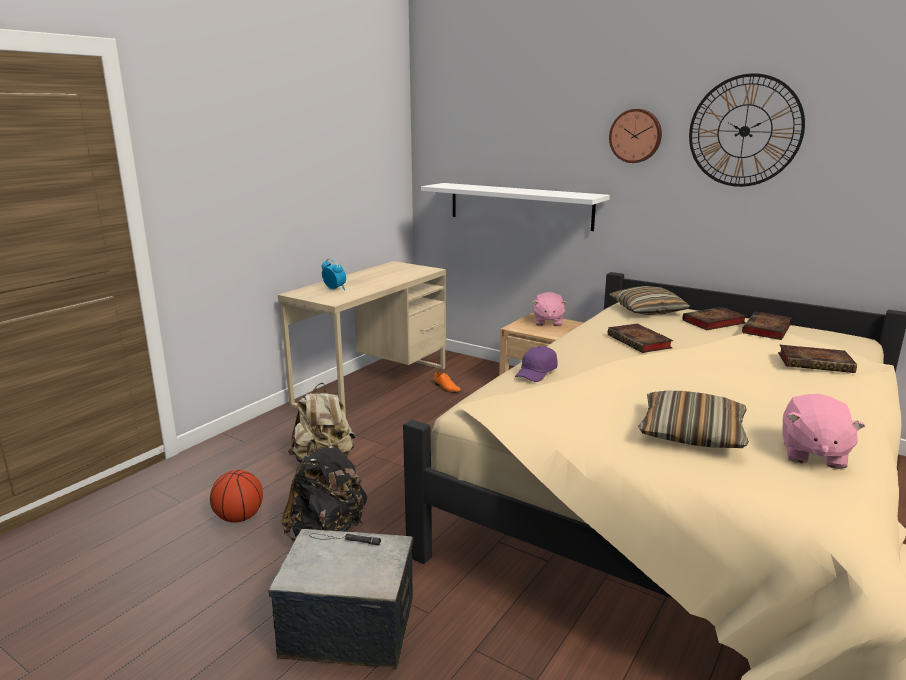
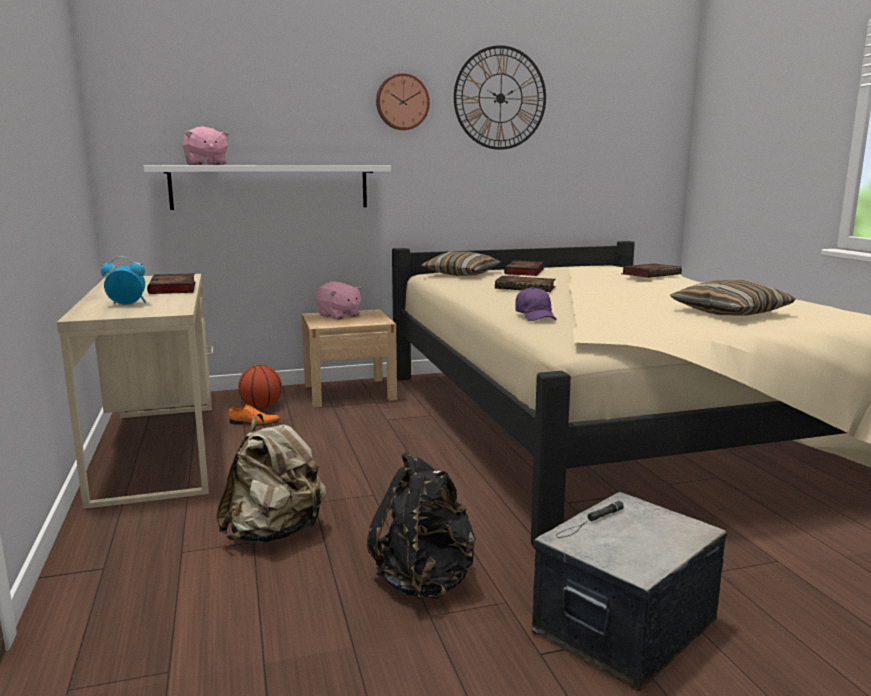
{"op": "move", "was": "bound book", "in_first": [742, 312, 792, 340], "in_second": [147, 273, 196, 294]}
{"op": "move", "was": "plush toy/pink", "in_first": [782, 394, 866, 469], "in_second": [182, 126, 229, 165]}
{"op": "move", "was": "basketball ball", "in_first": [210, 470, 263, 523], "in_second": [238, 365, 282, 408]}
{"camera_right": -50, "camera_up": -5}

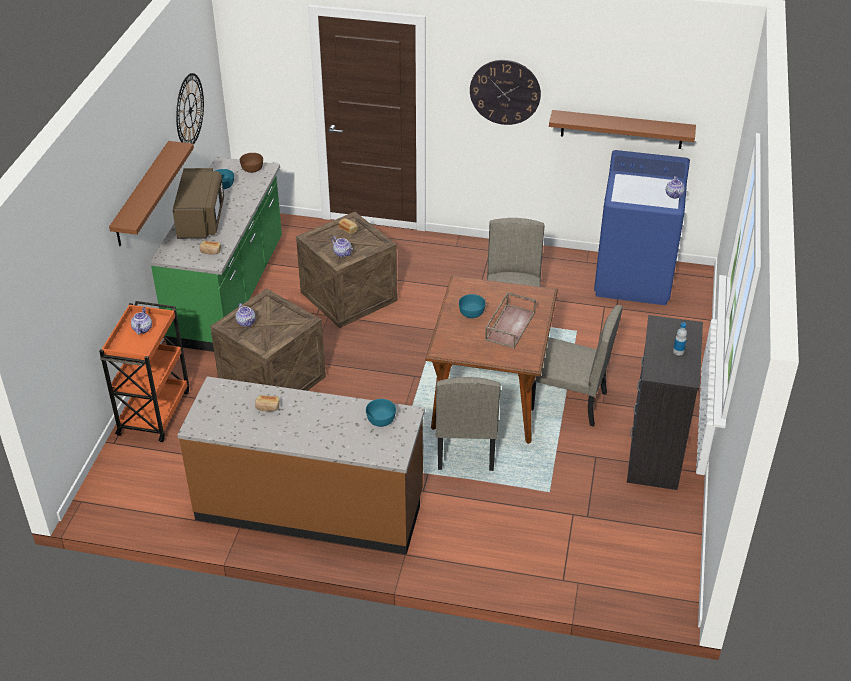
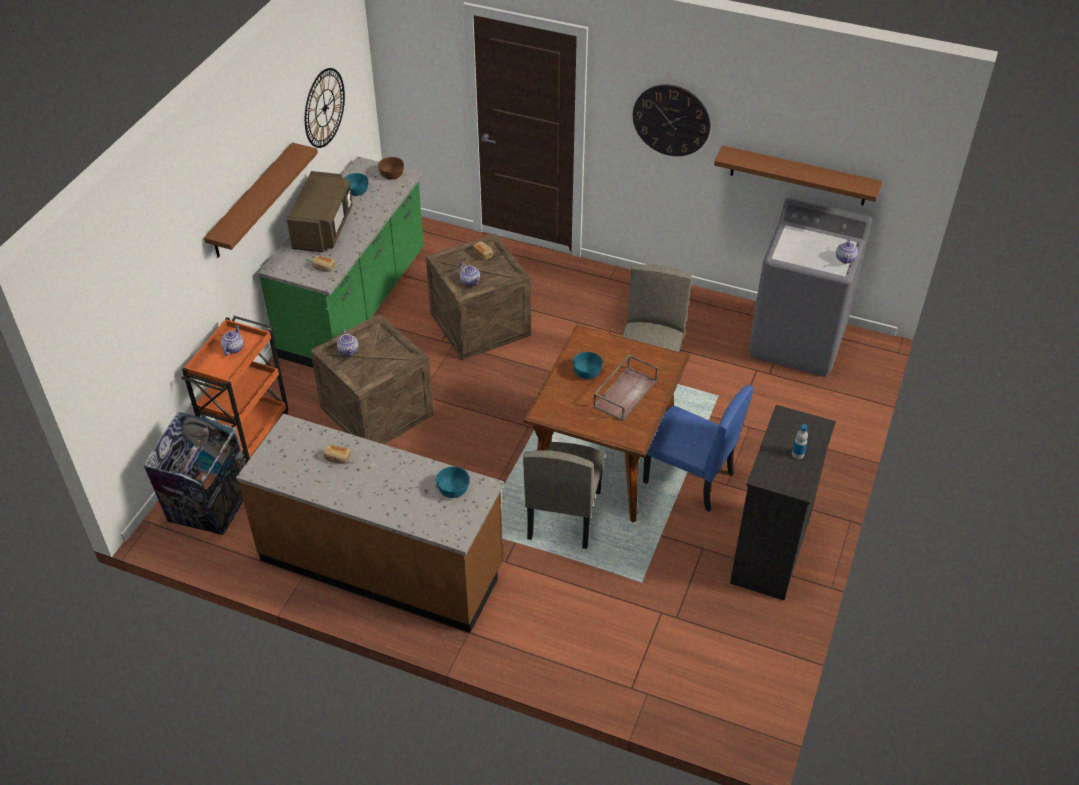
{"op": "insert", "now": "rubbish bin", "in_second": [144, 412, 246, 535]}
{"op": "recolor", "was": "plain chair/sand-coloured", "now": "plain chair/blue", "in_first": [532, 305, 623, 427], "in_second": [643, 385, 754, 512]}
{"op": "recolor", "was": "laundry appliance/blue", "now": "laundry appliance/gray", "in_first": [594, 150, 690, 305], "in_second": [748, 198, 872, 377]}
{"camera_right": 10, "camera_up": 5}

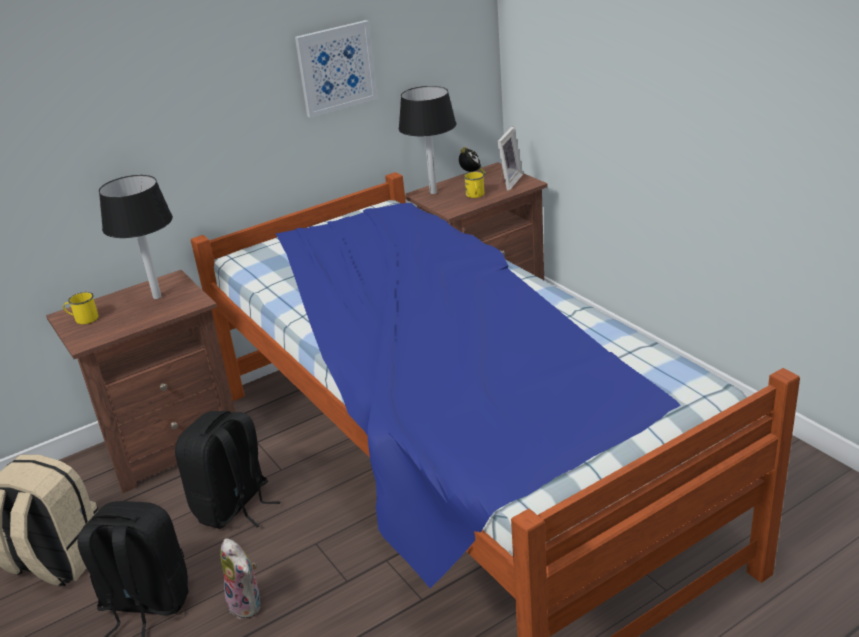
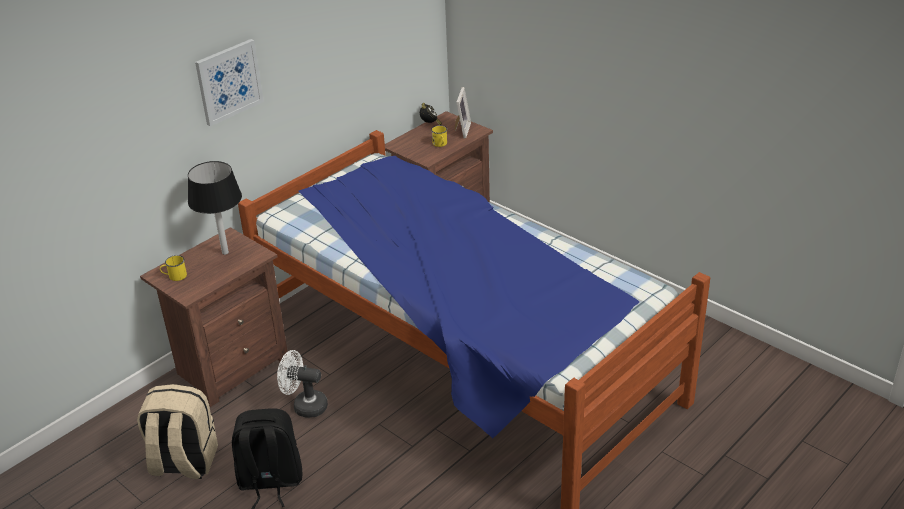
{"op": "move", "was": "wall picture", "in_first": [295, 20, 378, 118], "in_second": [195, 39, 264, 126]}
{"op": "replace", "was": "backpack/black", "now": "fan/whitish", "in_first": [175, 410, 280, 529], "in_second": [277, 350, 328, 418]}
{"op": "delete", "was": "plush toy", "in_first": [220, 538, 260, 619]}
{"op": "delete", "was": "tabletop lamp/black", "in_first": [399, 86, 456, 194]}
{"camera_right": -15, "camera_up": 5}

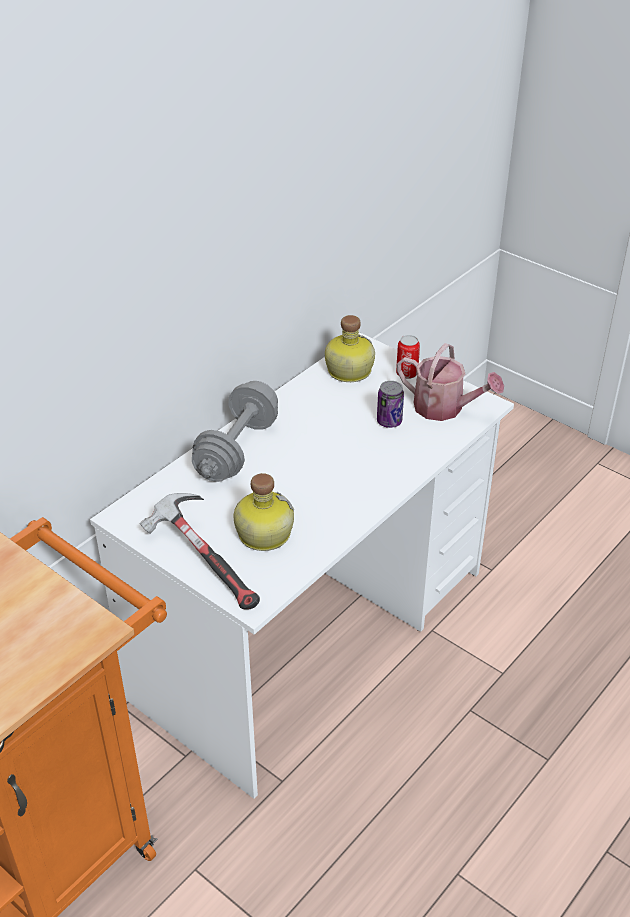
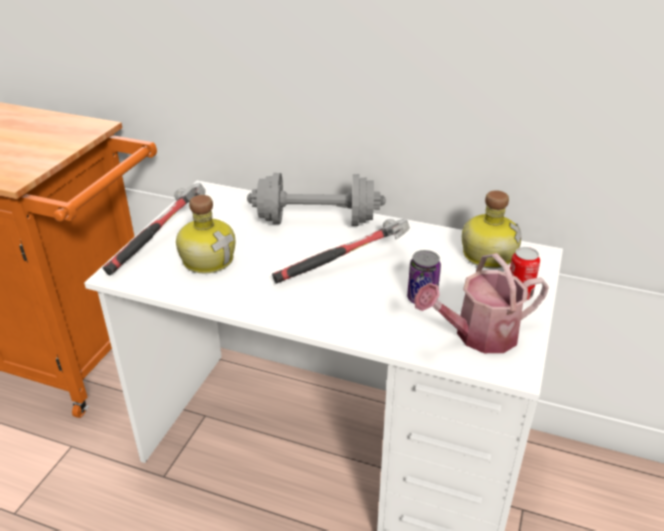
{"op": "insert", "now": "hand hammer", "in_second": [272, 219, 410, 284]}
{"op": "rotate", "was": "sprinkling can", "in_first": [397, 343, 504, 421], "in_second": [414, 253, 549, 353], "clockwise": 60}
{"camera_right": 70, "camera_up": -5}

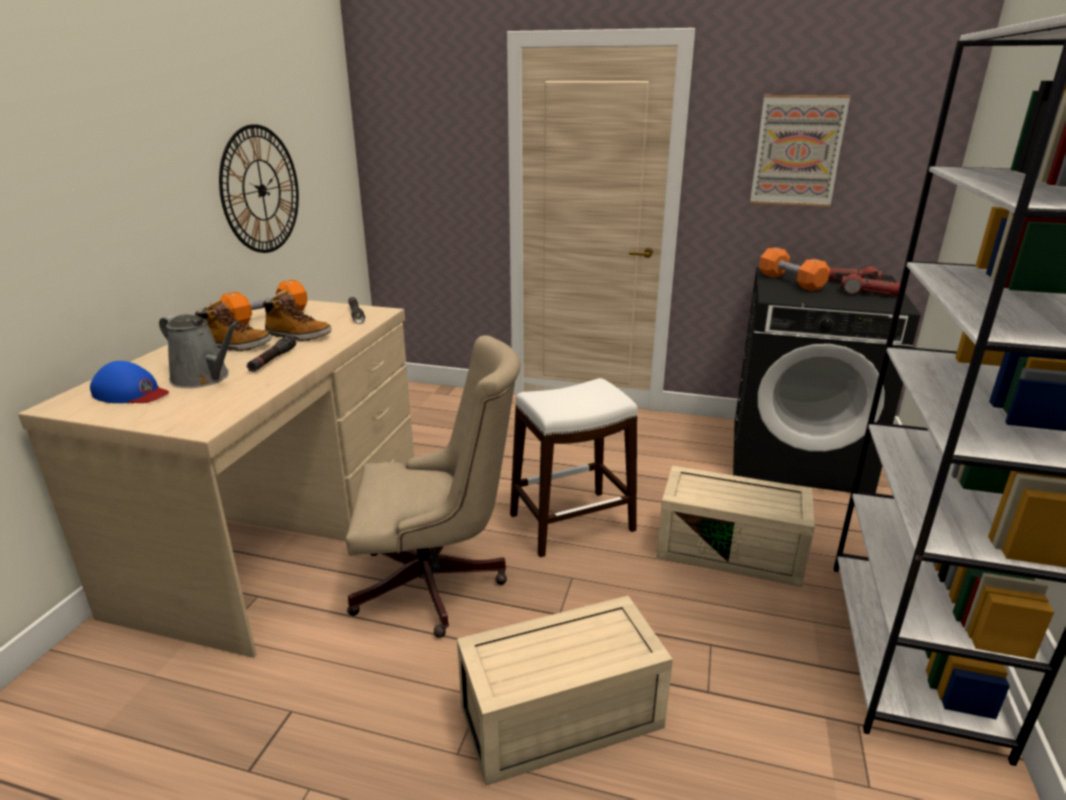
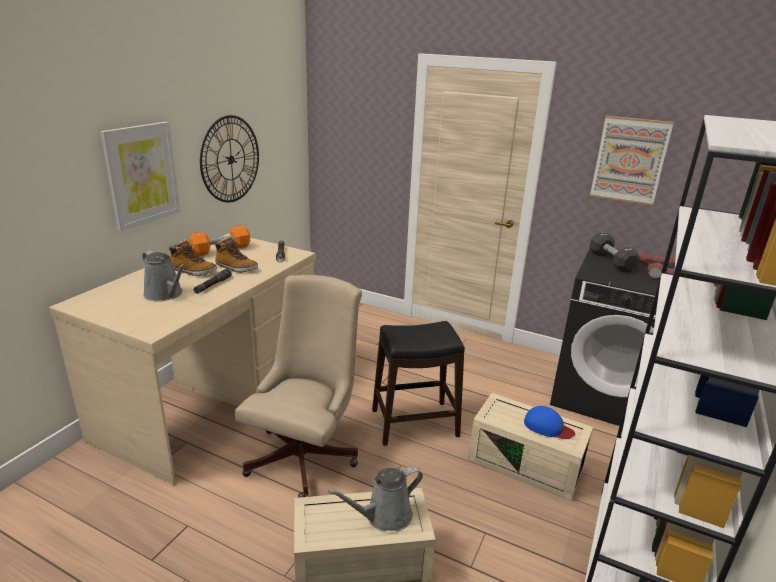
{"op": "insert", "now": "wall picture", "in_second": [100, 122, 180, 231]}
{"op": "rotate", "was": "office chair/sand-coloured", "in_first": [346, 335, 521, 638], "in_second": [235, 275, 362, 498], "clockwise": -75}
{"op": "insert", "now": "sprinkling can/gray", "in_second": [328, 466, 423, 531]}
{"op": "recolor", "was": "stool seat/whitish", "now": "stool seat/black", "in_first": [510, 378, 638, 557], "in_second": [372, 321, 465, 446]}
{"op": "move", "was": "cap/blue", "in_first": [90, 361, 169, 403], "in_second": [524, 406, 575, 439]}
{"op": "recolor", "was": "hand weight/orangey", "now": "hand weight/black", "in_first": [759, 247, 830, 291], "in_second": [589, 233, 640, 272]}
{"camera_right": 10, "camera_up": 0}

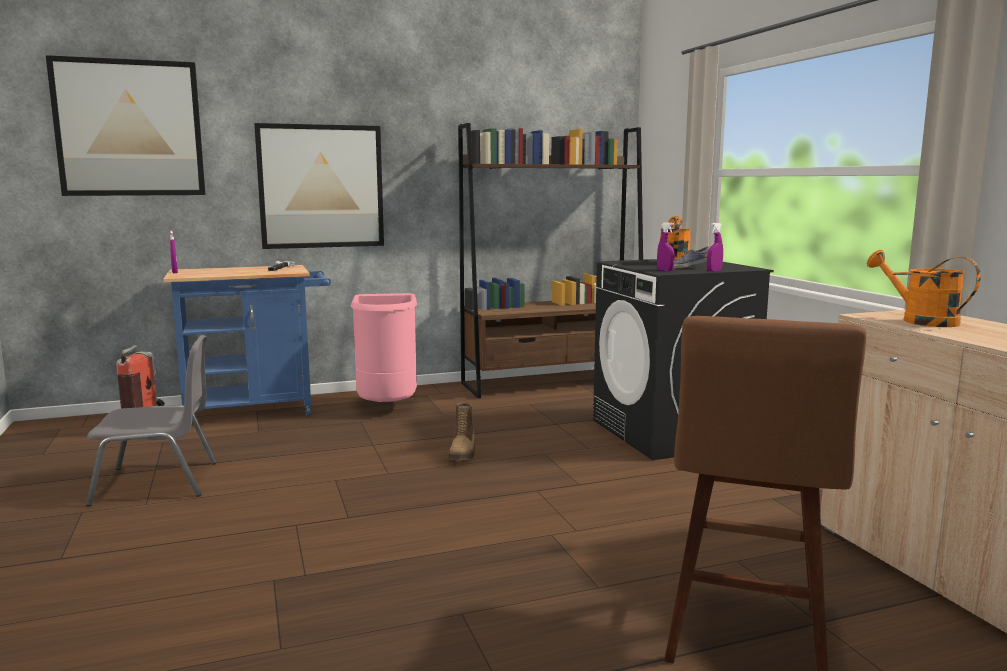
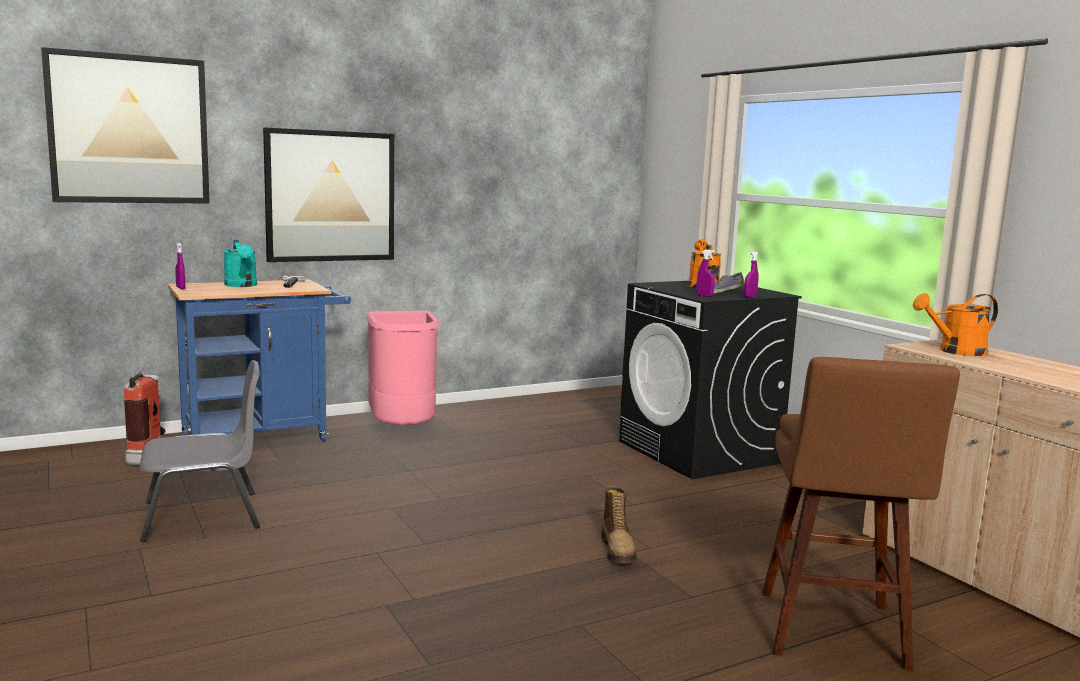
{"op": "insert", "now": "sprinkling can/turquoise", "in_second": [223, 240, 257, 287]}
{"op": "move", "was": "boot", "in_first": [448, 402, 475, 460], "in_second": [601, 486, 637, 563]}
{"op": "rotate", "was": "sprinkling can/orangey", "in_first": [866, 250, 981, 327], "in_second": [913, 293, 998, 356], "clockwise": -60}
{"op": "delete", "was": "bookshelf/brown", "in_first": [458, 123, 643, 399]}
{"camera_right": -10, "camera_up": 0}

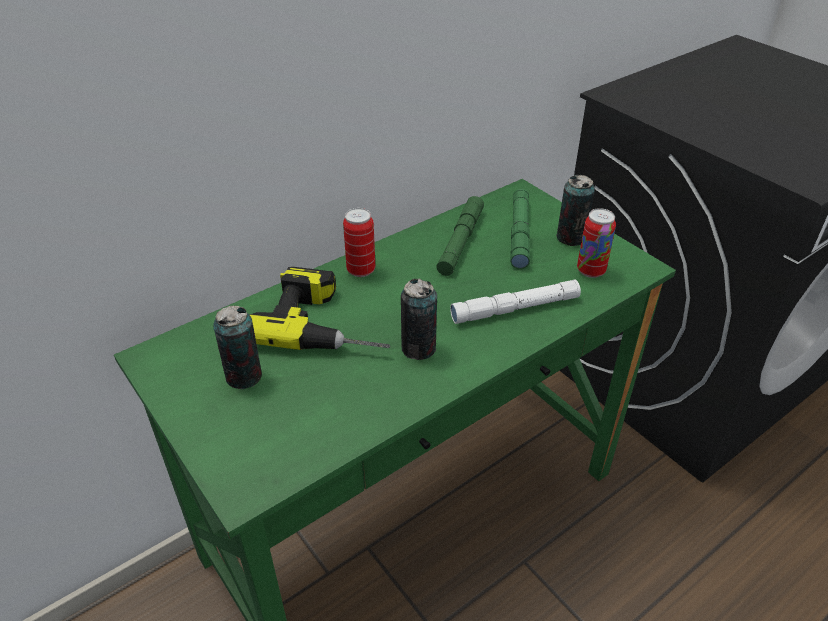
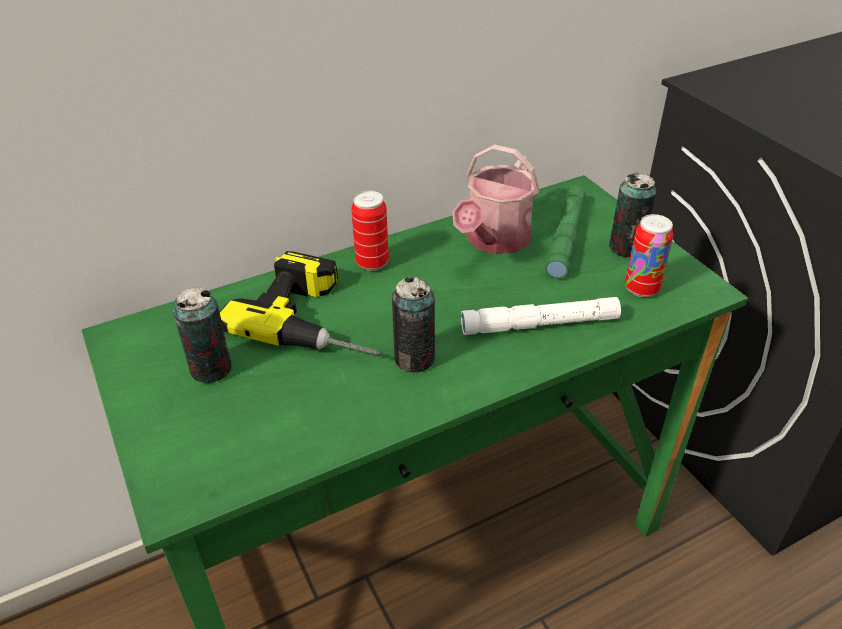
{"op": "replace", "was": "torch/greenish", "now": "sprinkling can", "in_first": [436, 196, 484, 276], "in_second": [452, 144, 539, 254]}
{"camera_right": 10, "camera_up": 0}

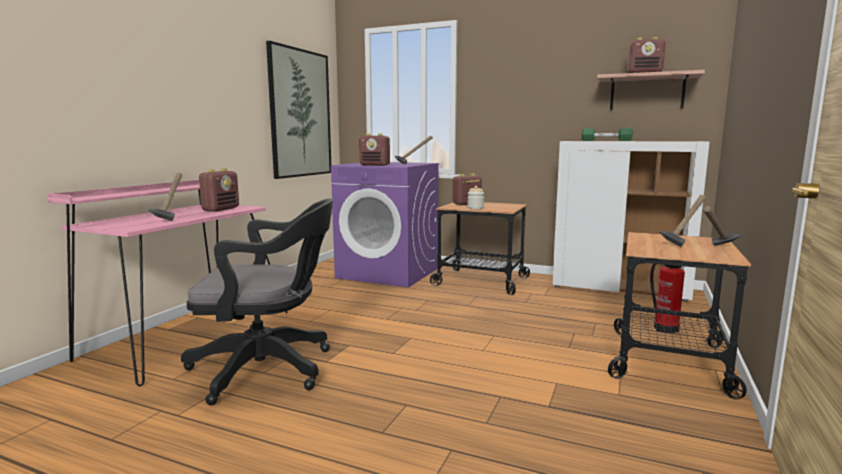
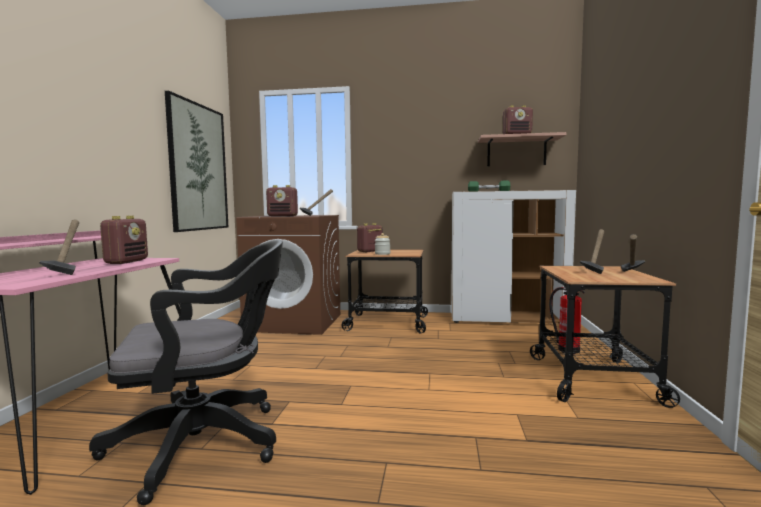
{"op": "recolor", "was": "laundry appliance/purple-coloured", "now": "laundry appliance/brown", "in_first": [331, 162, 439, 287], "in_second": [236, 215, 340, 335]}
{"camera_right": -15, "camera_up": -5}

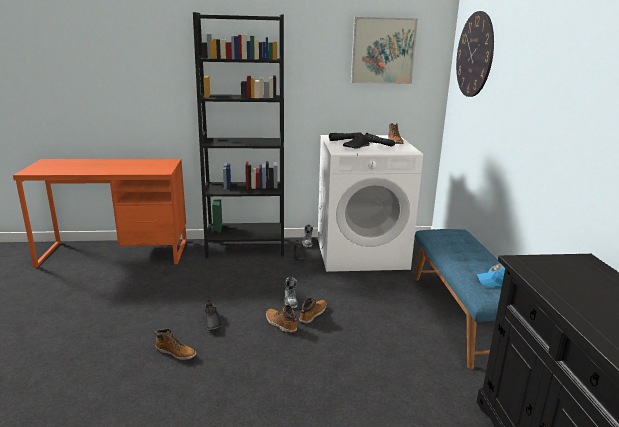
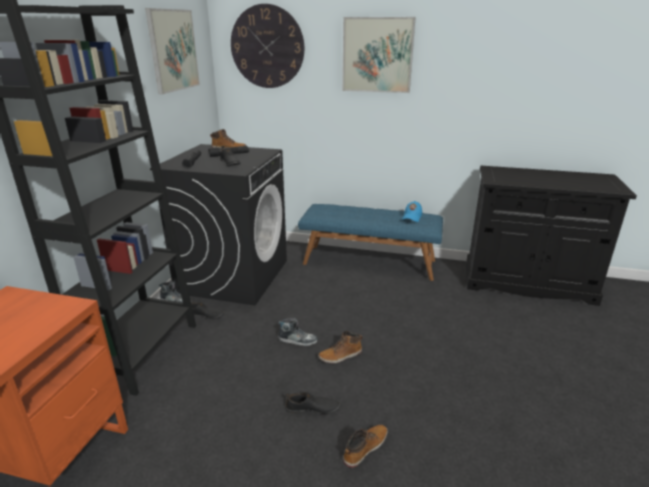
{"op": "recolor", "was": "laundry appliance/whitish", "now": "laundry appliance/black", "in_first": [318, 135, 423, 272], "in_second": [150, 144, 287, 306]}
{"op": "insert", "now": "wall picture", "in_second": [342, 17, 416, 93]}
{"op": "delete", "was": "boot", "in_first": [299, 298, 327, 325]}
{"camera_right": -70, "camera_up": 5}

